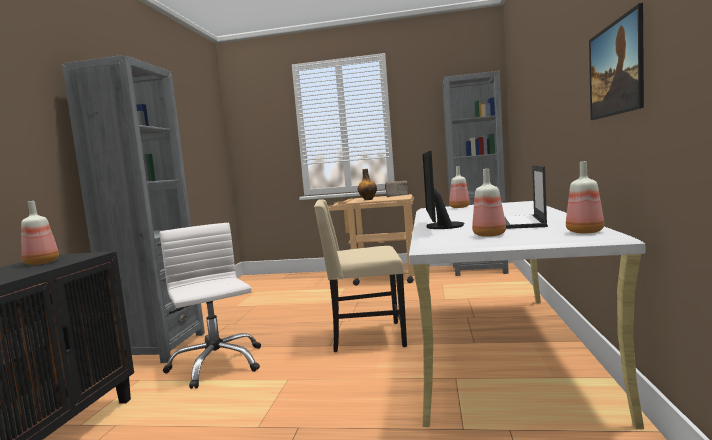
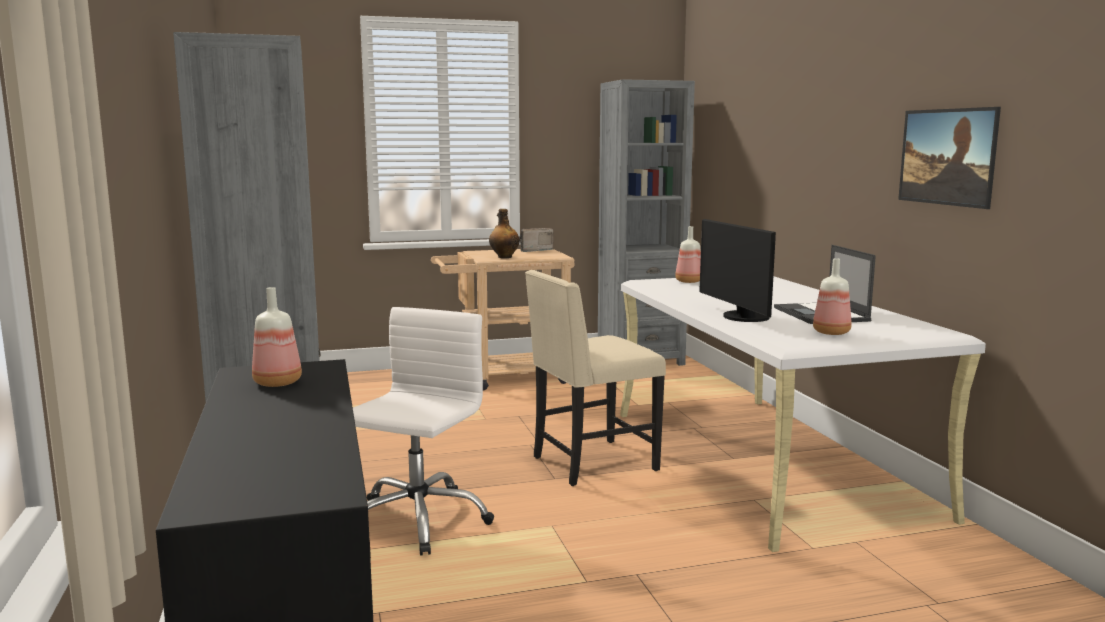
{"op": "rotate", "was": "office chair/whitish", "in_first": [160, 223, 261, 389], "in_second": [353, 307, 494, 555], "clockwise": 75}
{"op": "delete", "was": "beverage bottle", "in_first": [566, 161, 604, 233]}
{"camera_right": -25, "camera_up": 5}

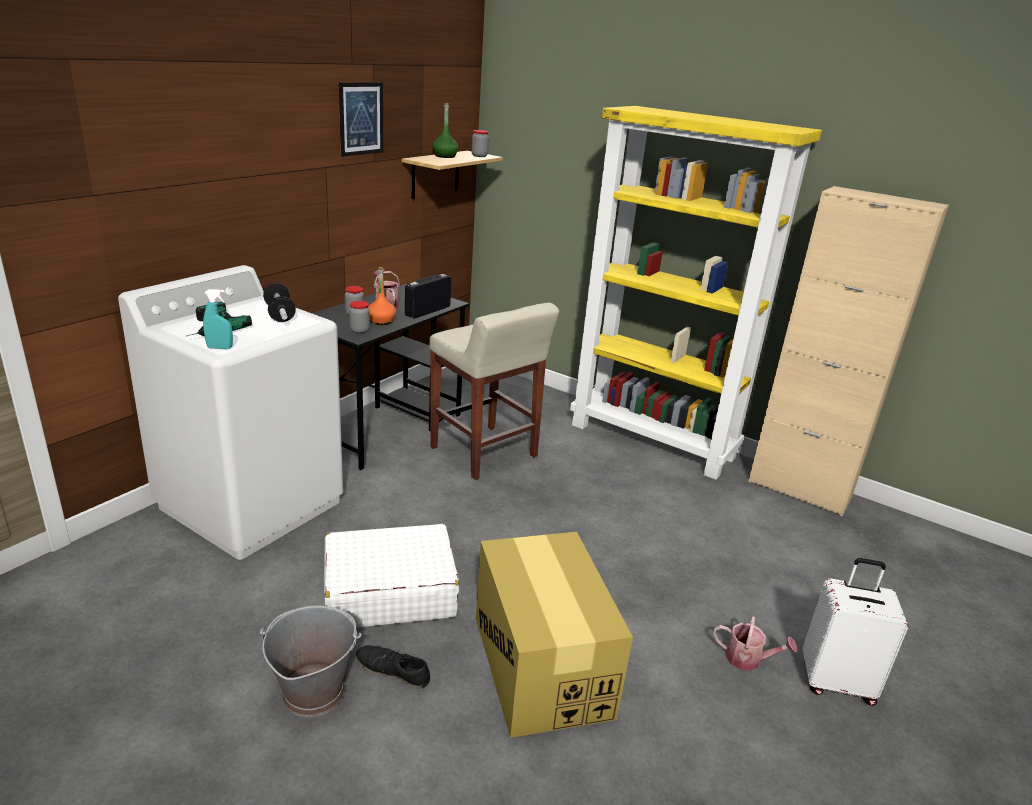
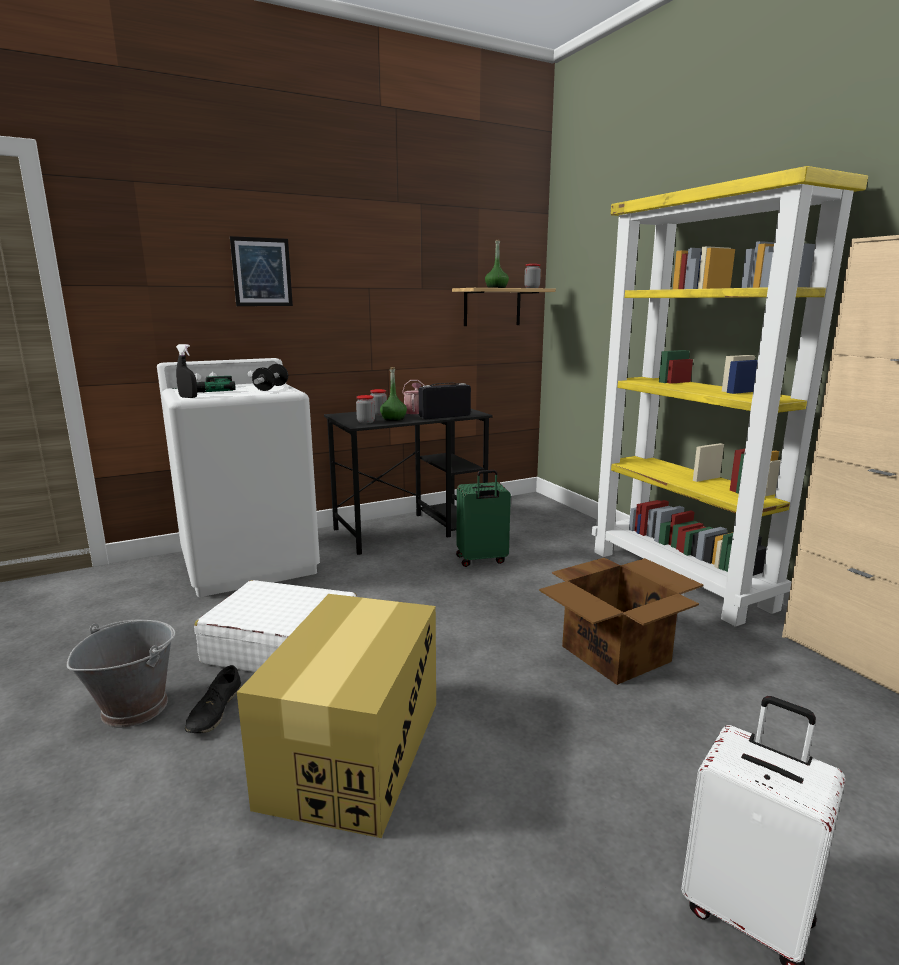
{"op": "recolor", "was": "spray bottle/turquoise", "now": "spray bottle/black", "in_first": [203, 289, 233, 349], "in_second": [176, 344, 197, 398]}
{"op": "rotate", "was": "item of footwear/black", "in_first": [356, 645, 430, 689], "in_second": [185, 665, 241, 733], "clockwise": -135}
{"op": "move", "was": "wall picture", "in_first": [339, 82, 383, 157], "in_second": [230, 236, 293, 306]}
{"op": "recolor", "was": "beverage bottle/orangey", "now": "beverage bottle/greenish", "in_first": [368, 267, 396, 325], "in_second": [380, 367, 407, 421]}
{"op": "replace", "was": "stool seat/sand-coloured", "now": "travel case/greenish", "in_first": [429, 303, 559, 480], "in_second": [456, 470, 511, 567]}
{"op": "insert", "now": "packing box", "in_second": [539, 558, 703, 685]}
{"op": "delete", "was": "sprinkling can", "in_first": [713, 616, 797, 671]}
{"camera_right": 30, "camera_up": -10}

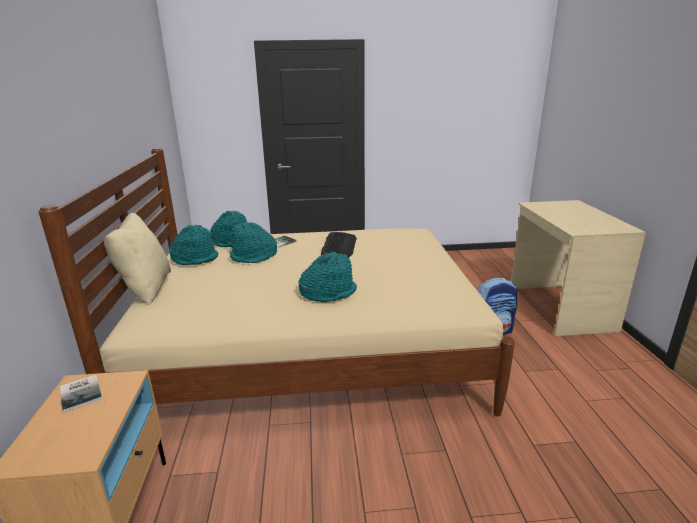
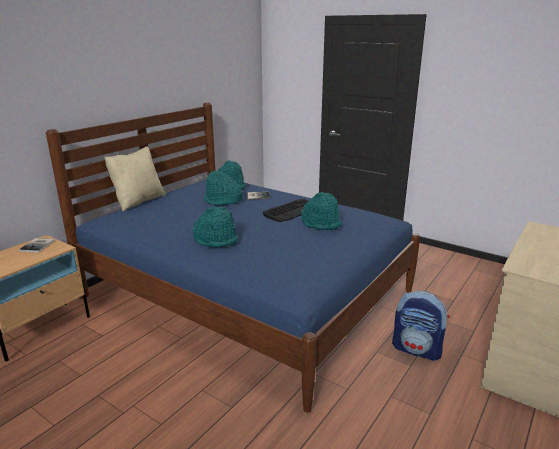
{"op": "recolor", "was": "bedroom bed/sand-coloured", "now": "bedroom bed/blue", "in_first": [38, 148, 515, 417], "in_second": [46, 102, 420, 413]}
{"op": "move", "was": "hat/turquoise", "in_first": [169, 225, 218, 265], "in_second": [301, 192, 342, 230]}
{"camera_right": 40, "camera_up": 0}

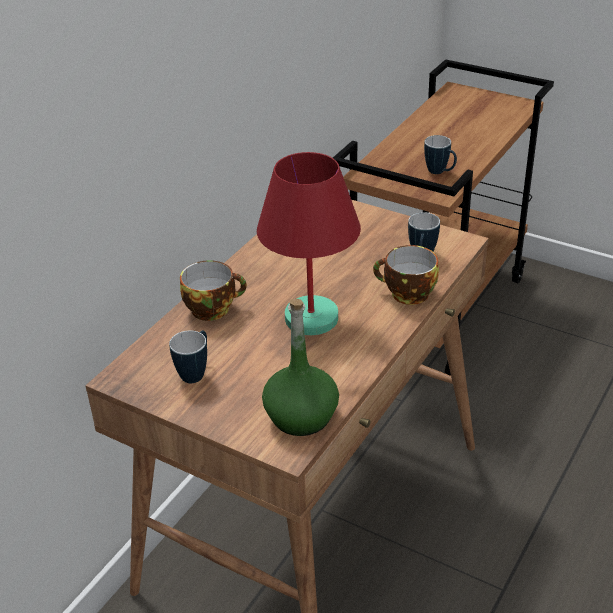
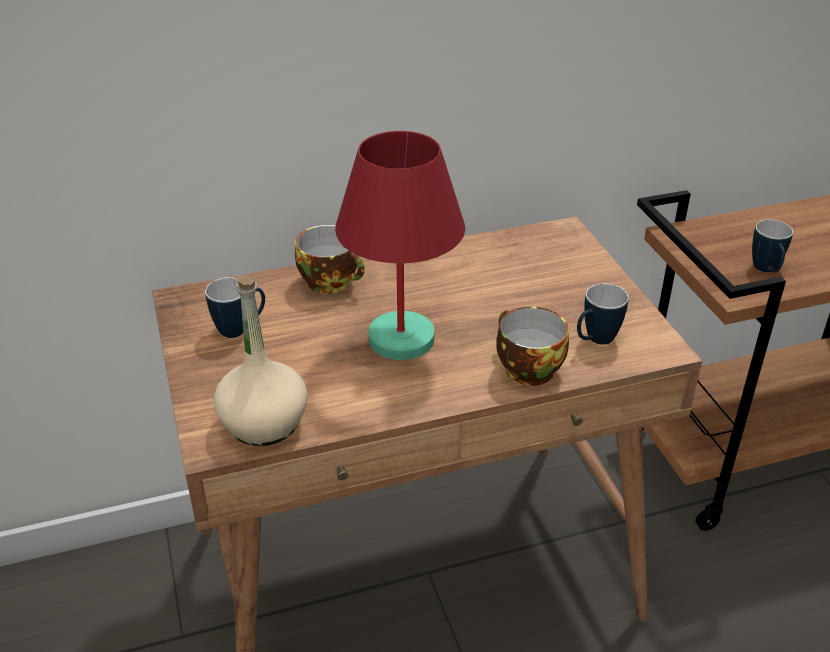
{"op": "recolor", "was": "beverage bottle/greenish", "now": "beverage bottle/sand-coloured", "in_first": [262, 298, 339, 436], "in_second": [214, 275, 308, 446]}
{"camera_right": 40, "camera_up": 0}

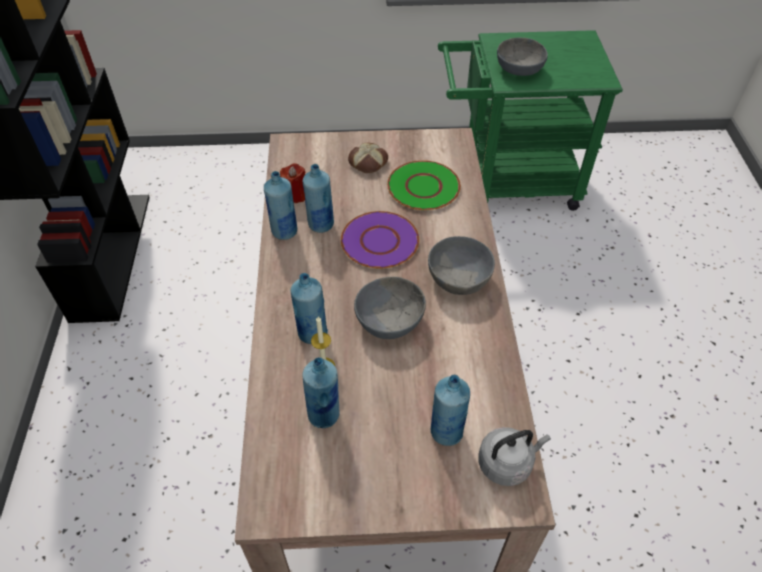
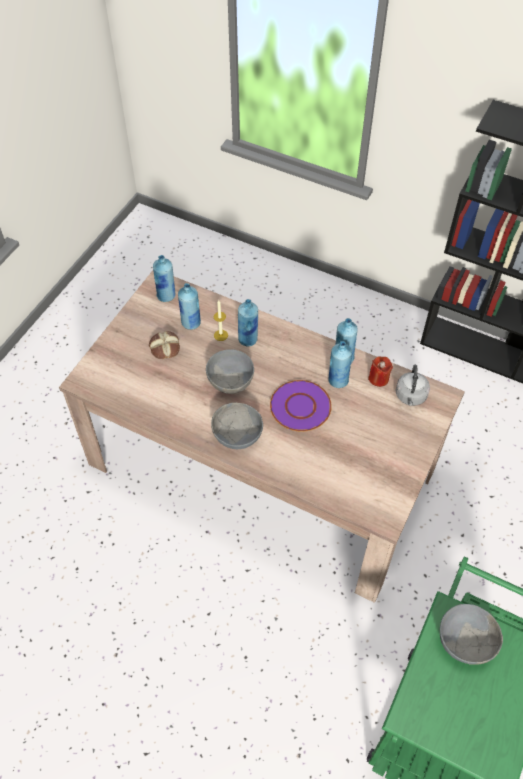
{"op": "move", "was": "bread", "in_first": [348, 143, 388, 173], "in_second": [149, 331, 180, 359]}
{"op": "move", "was": "beverage bottle/blue", "in_first": [431, 375, 470, 446], "in_second": [153, 255, 176, 302]}
{"op": "move", "was": "kettle/gray", "in_first": [478, 427, 551, 486], "in_second": [396, 365, 430, 406]}
{"op": "delete", "was": "dinner plate/greenish", "in_first": [387, 160, 461, 210]}
{"camera_right": 120, "camera_up": 5}

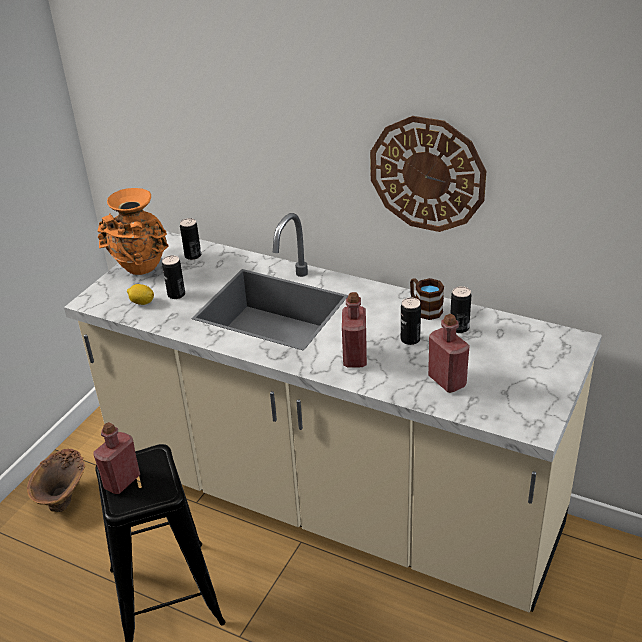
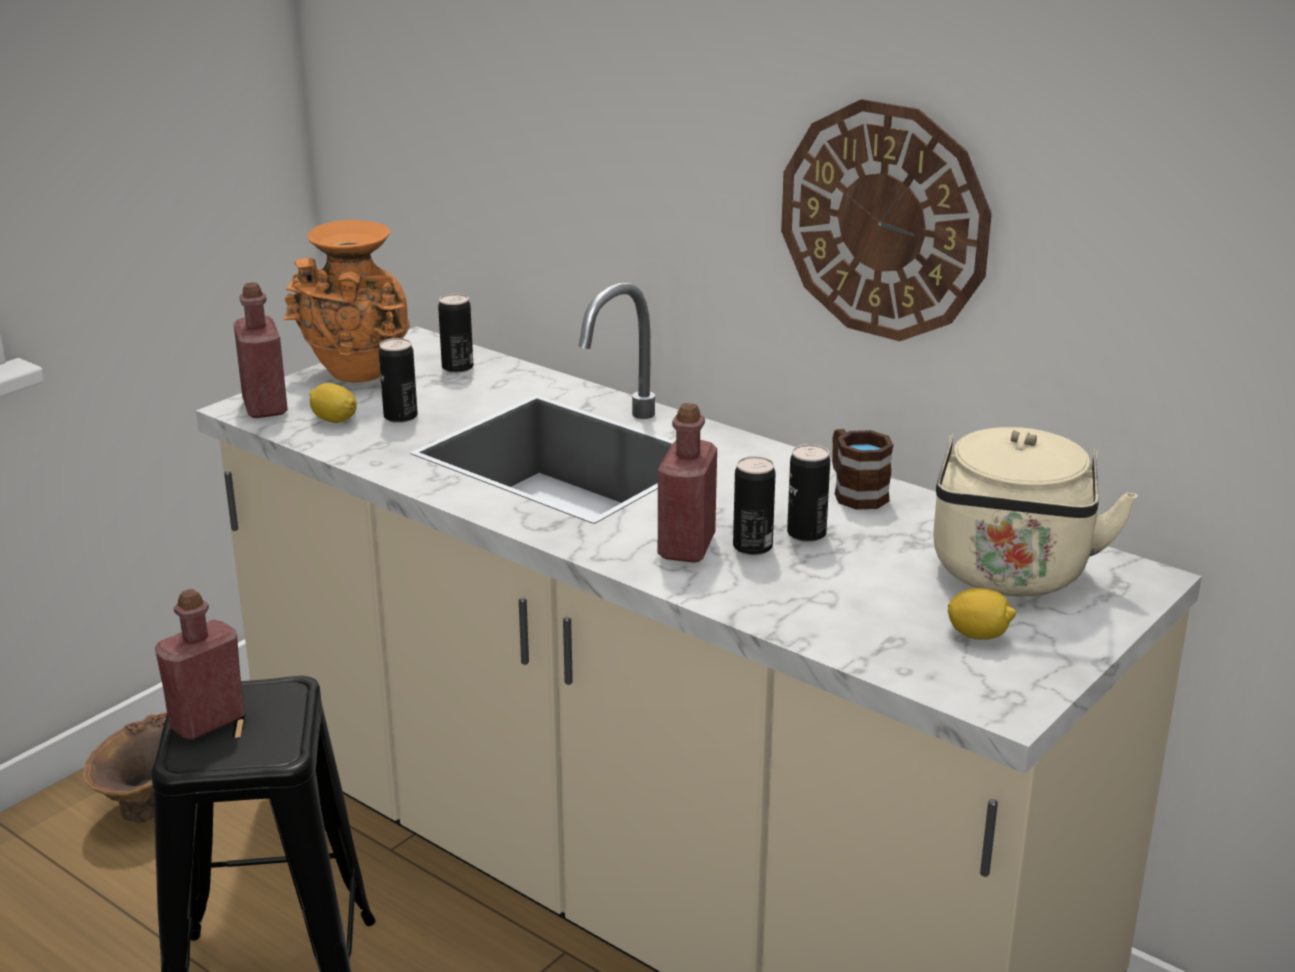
{"op": "move", "was": "beverage bottle/reddish", "in_first": [428, 314, 470, 393], "in_second": [234, 282, 288, 418]}
{"op": "move", "was": "sealed can", "in_first": [450, 286, 471, 333], "in_second": [733, 456, 776, 555]}
{"op": "insert", "now": "kettle/sand-coloured", "in_second": [933, 427, 1137, 597]}
{"op": "insert", "now": "whole lemon", "in_second": [948, 588, 1016, 640]}
{"camera_right": 10, "camera_up": -10}

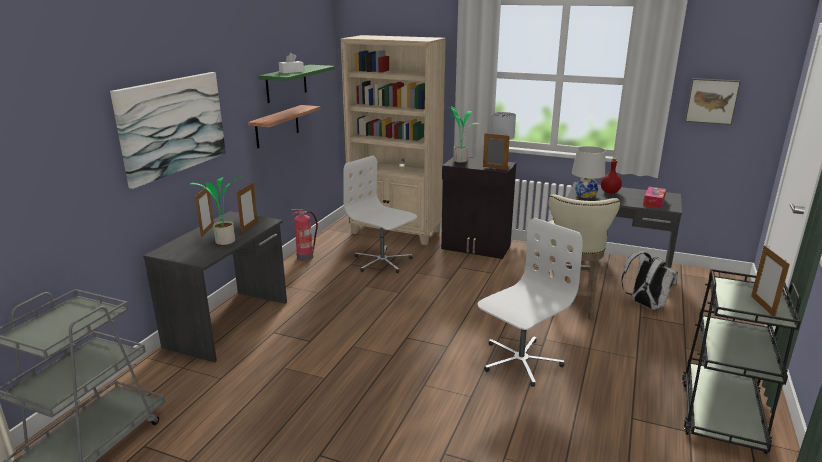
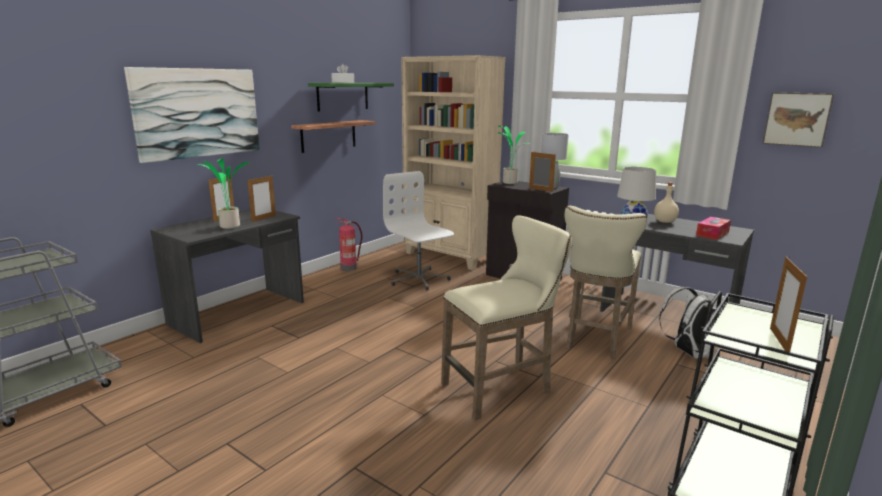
{"op": "replace", "was": "office chair/whitish", "now": "stool seat/sand-coloured", "in_first": [478, 218, 583, 387], "in_second": [441, 216, 572, 420]}
{"op": "recolor", "was": "beverage bottle/reddish", "now": "beverage bottle/sand-coloured", "in_first": [601, 158, 622, 193], "in_second": [654, 182, 679, 223]}
{"camera_right": 15, "camera_up": -5}

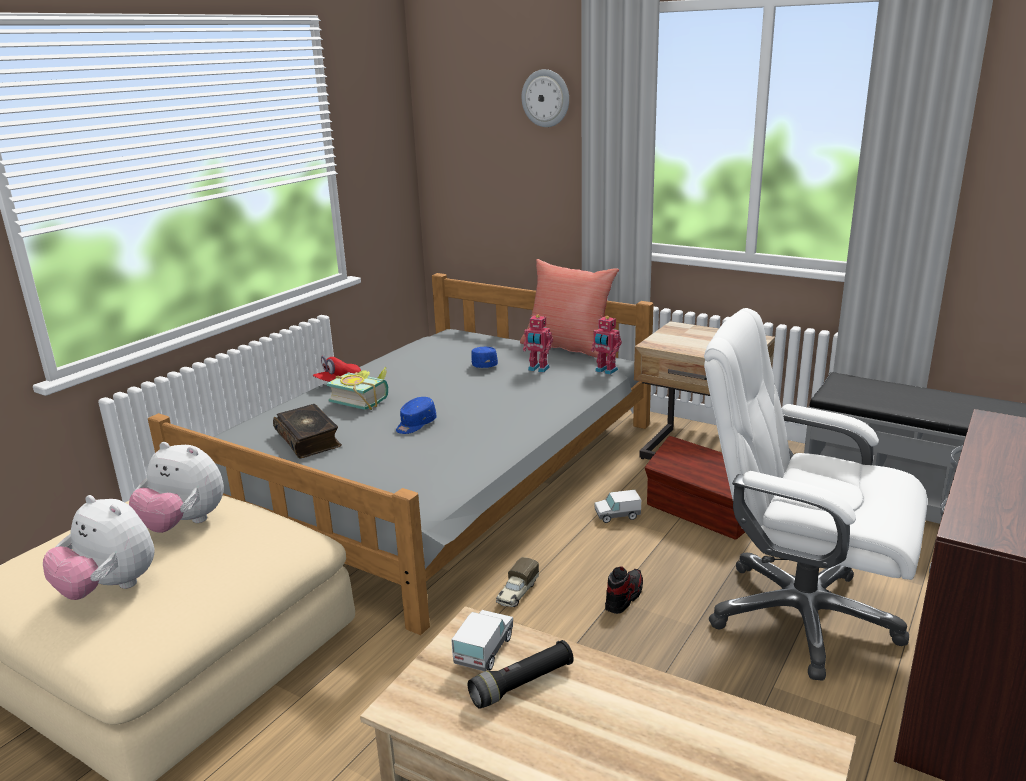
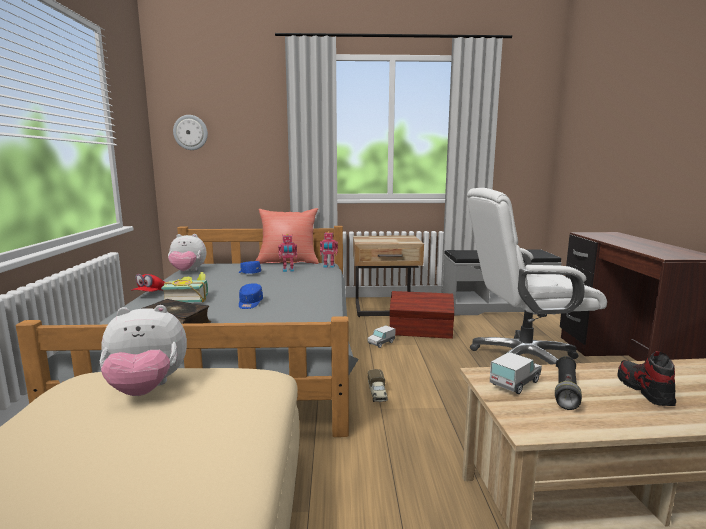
{"op": "move", "was": "plush toy", "in_first": [43, 495, 155, 600], "in_second": [168, 234, 206, 271]}
{"op": "move", "was": "hanging clock", "in_first": [522, 69, 569, 127], "in_second": [173, 115, 208, 150]}
{"op": "rotate", "was": "model truck", "in_first": [451, 610, 513, 671], "in_second": [490, 352, 542, 394], "clockwise": 60}
{"op": "move", "was": "item of footwear", "in_first": [605, 566, 643, 614], "in_second": [618, 351, 676, 406]}
{"camera_right": -35, "camera_up": -10}

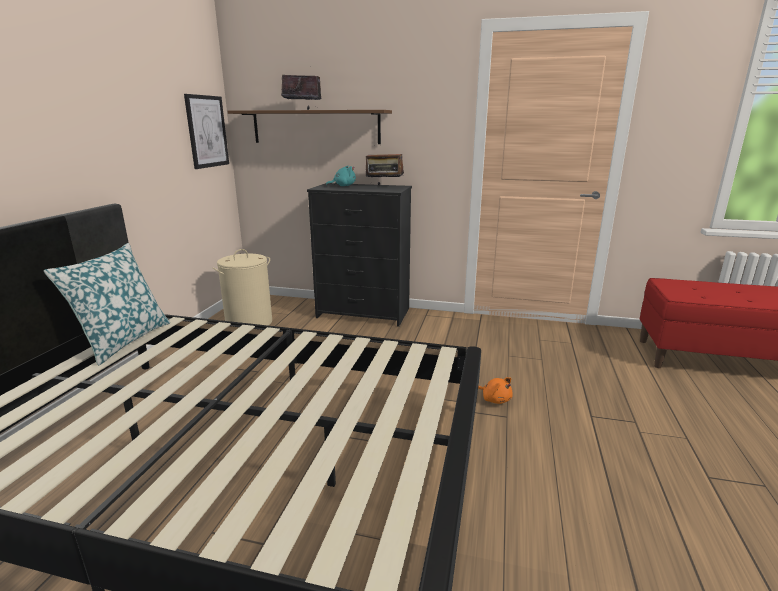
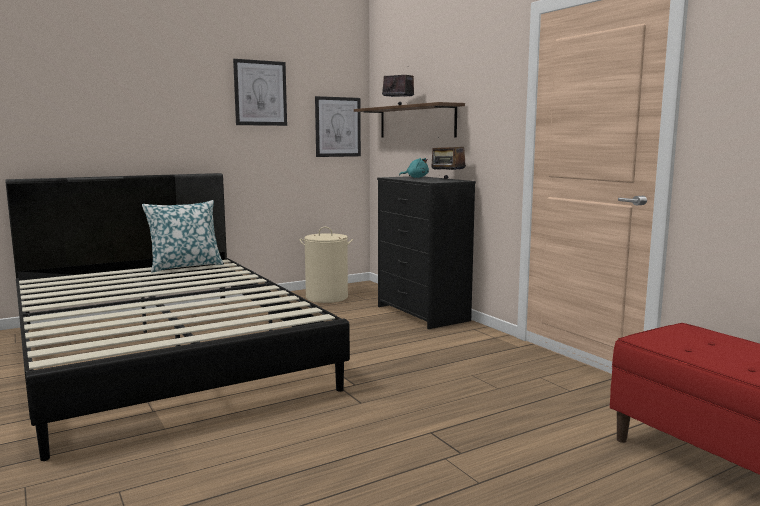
{"op": "insert", "now": "wall picture", "in_second": [233, 59, 287, 126]}
{"op": "delete", "was": "plush toy/orangey", "in_first": [478, 377, 513, 404]}
{"camera_right": 45, "camera_up": -10}

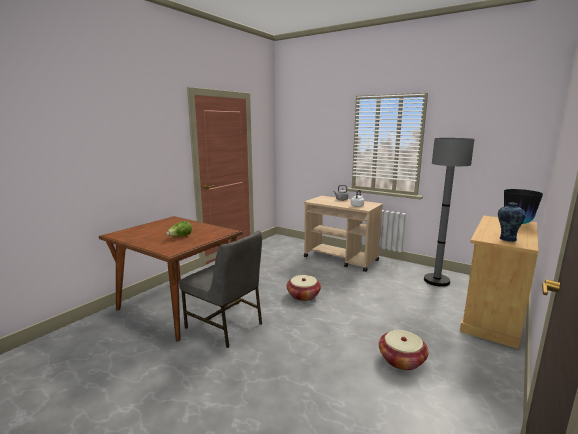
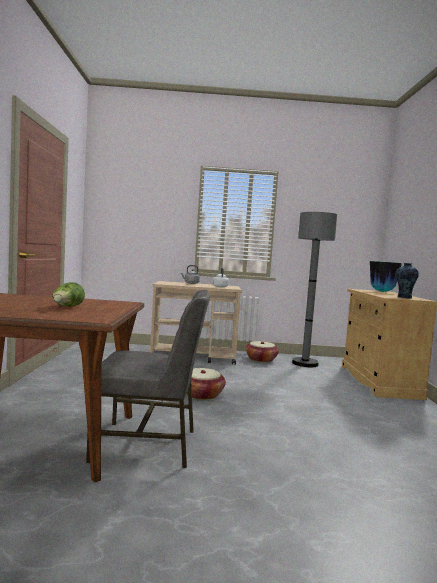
{"op": "move", "was": "basket", "in_first": [379, 330, 428, 370], "in_second": [246, 341, 279, 362]}
{"camera_right": -35, "camera_up": -10}

